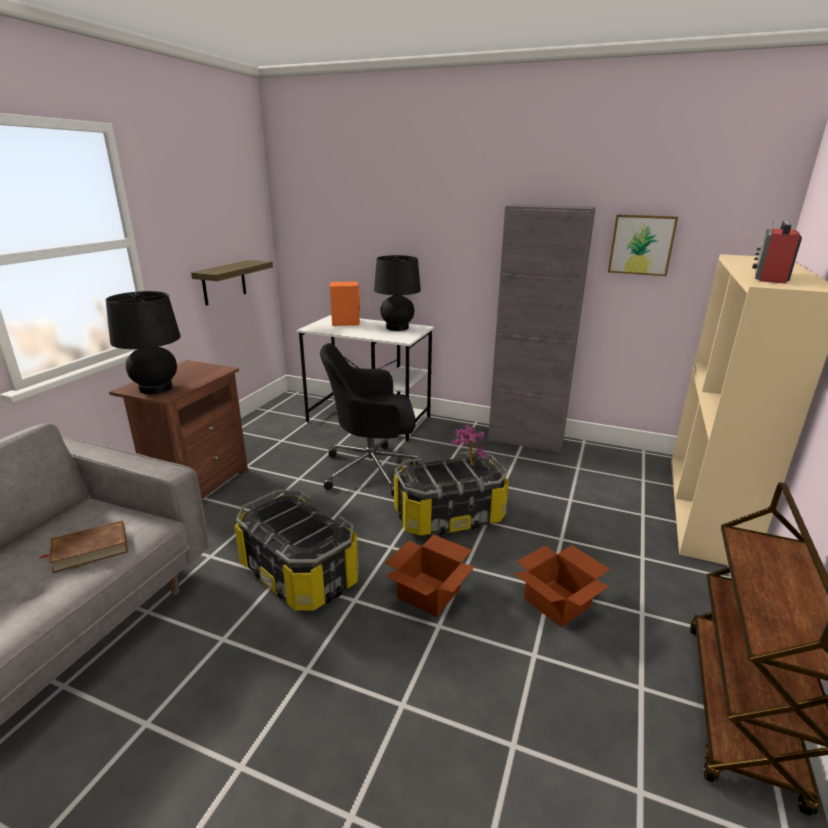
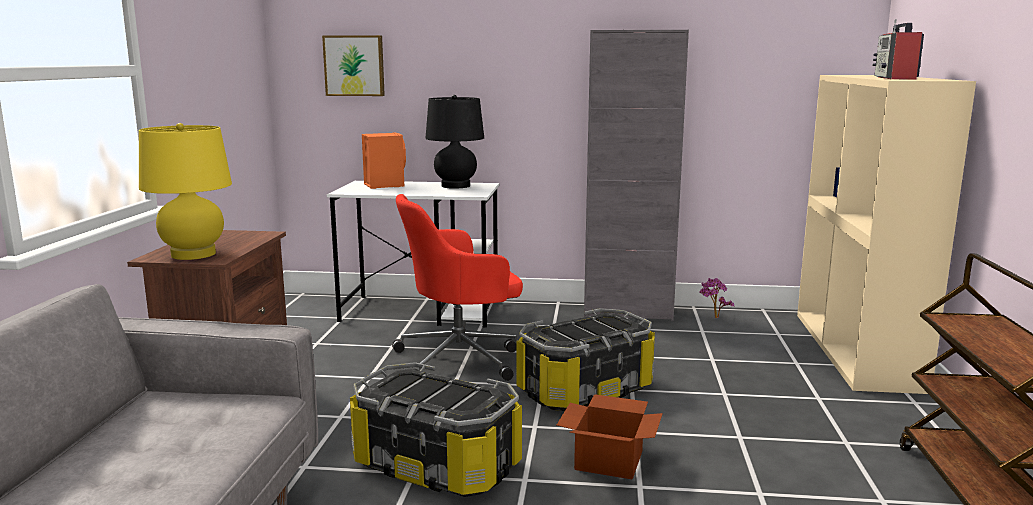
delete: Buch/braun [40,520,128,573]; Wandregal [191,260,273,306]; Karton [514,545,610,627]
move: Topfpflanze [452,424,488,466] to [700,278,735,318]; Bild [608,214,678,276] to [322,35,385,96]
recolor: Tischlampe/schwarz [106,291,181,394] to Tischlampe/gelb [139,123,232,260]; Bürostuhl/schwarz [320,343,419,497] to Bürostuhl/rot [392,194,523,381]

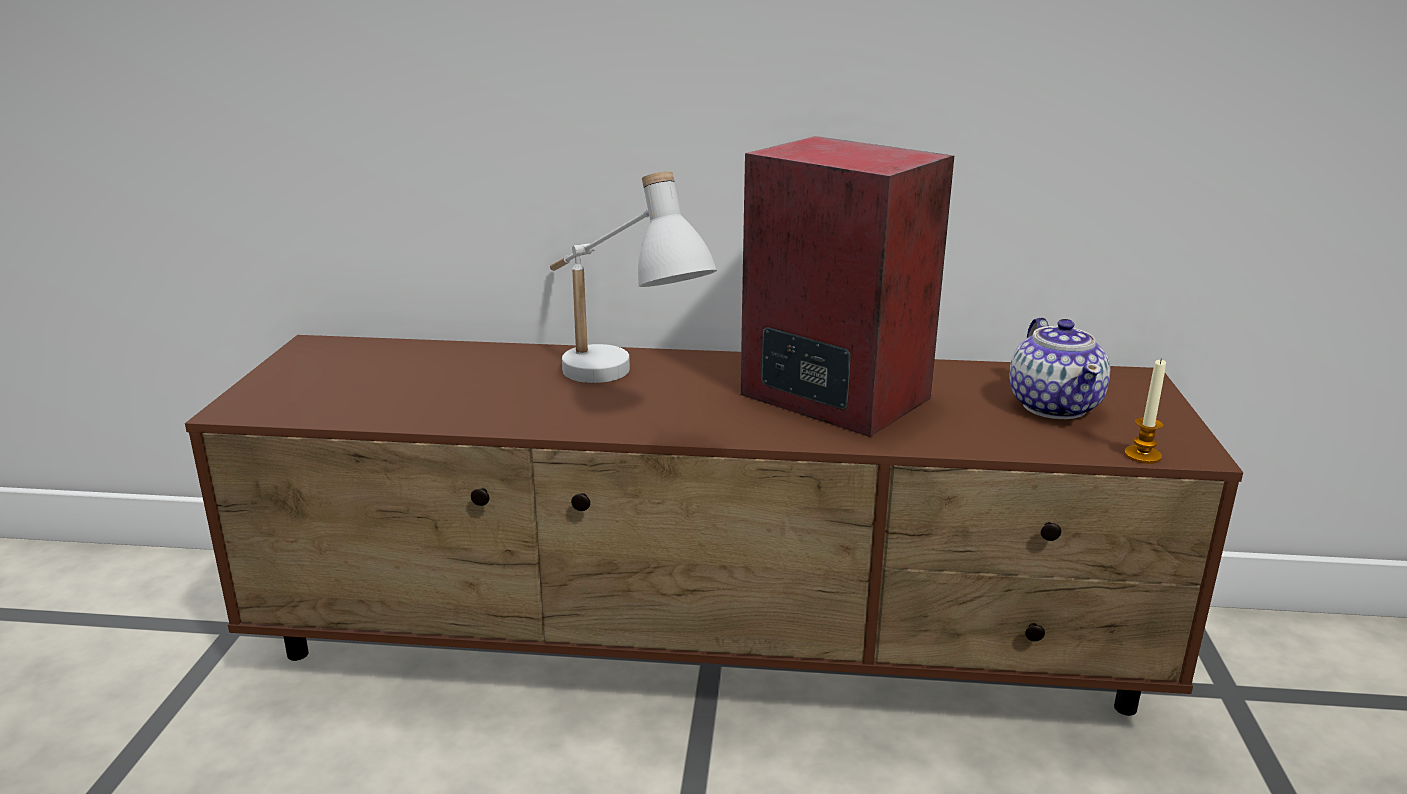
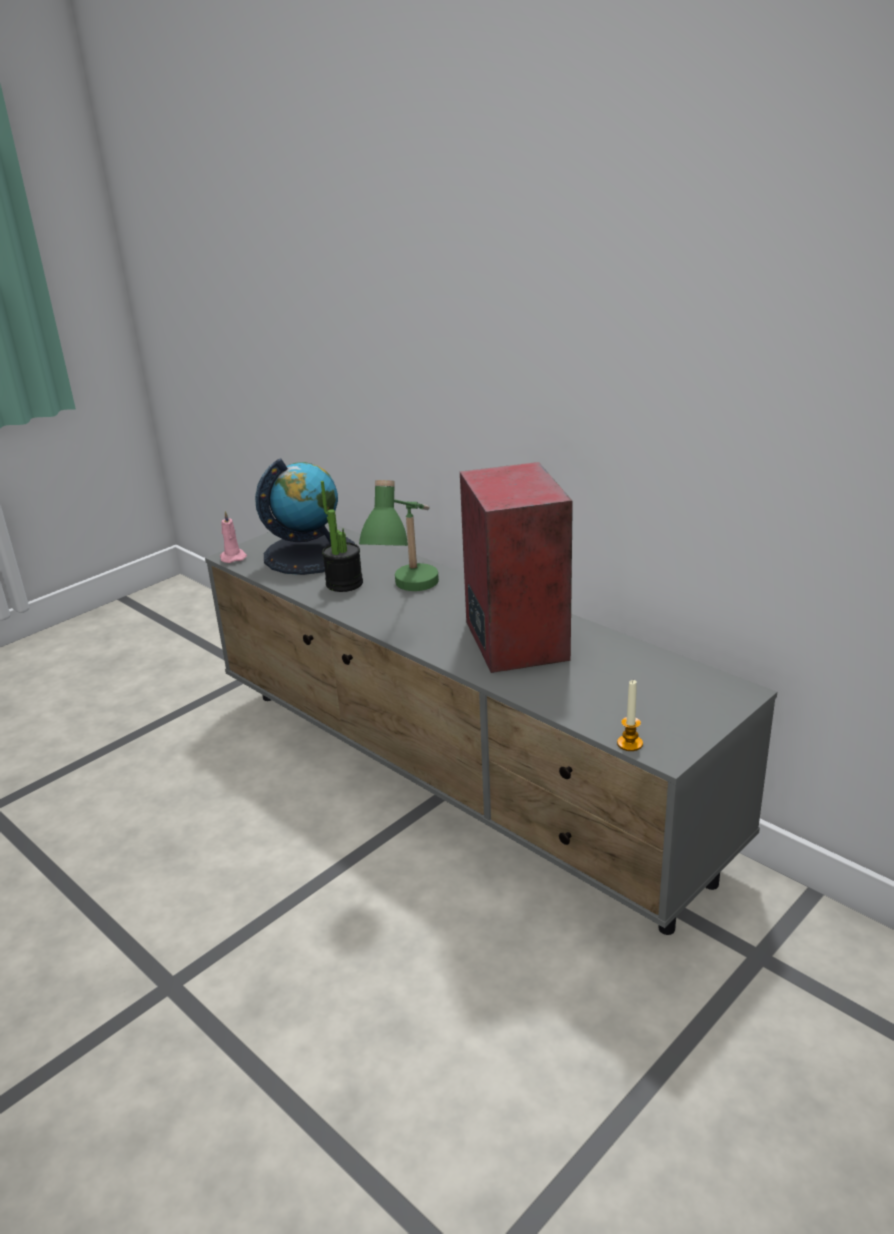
delete: Teekanne [1009,317,1110,419]
insert: Kerze/rosa [220,511,247,563]; Globus [255,458,355,575]; Topfpflanze [321,481,363,592]
recolor: Fernsehschrank/braun [185,335,1243,716] to Fernsehschrank/grau [205,523,777,935]; Tischlampe/weiß [550,171,717,383] to Tischlampe/grün [359,480,439,591]

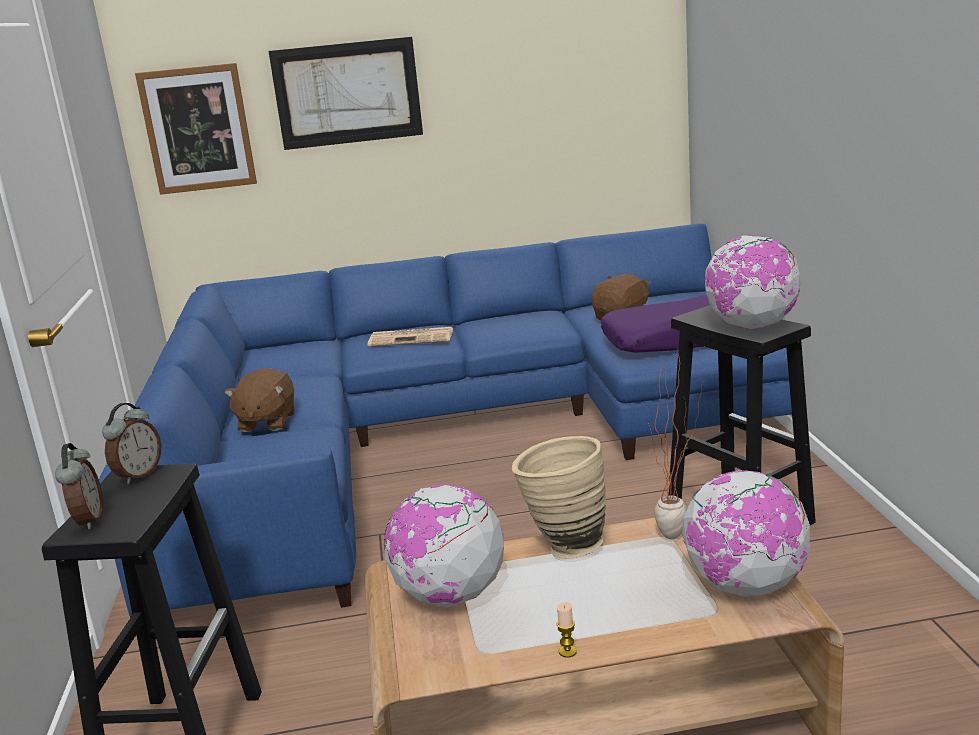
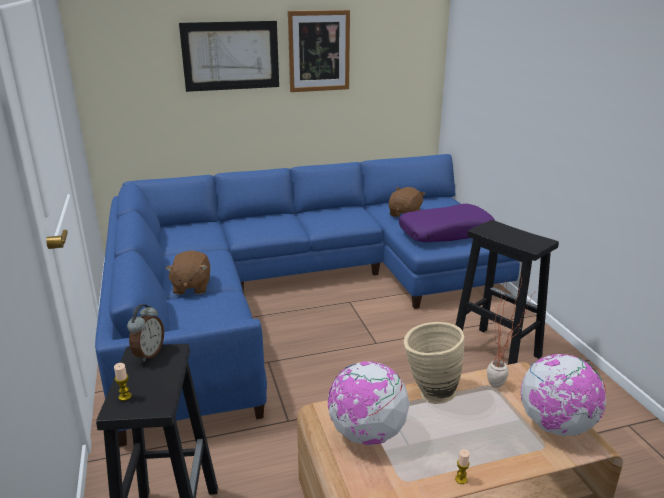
delete: Zeitung [368,327,453,347]; Globus [704,235,801,329]
move: Bild [135,63,257,195] to [288,10,350,92]
replace: Wecker [55,443,103,530] to Kerze [114,363,132,401]

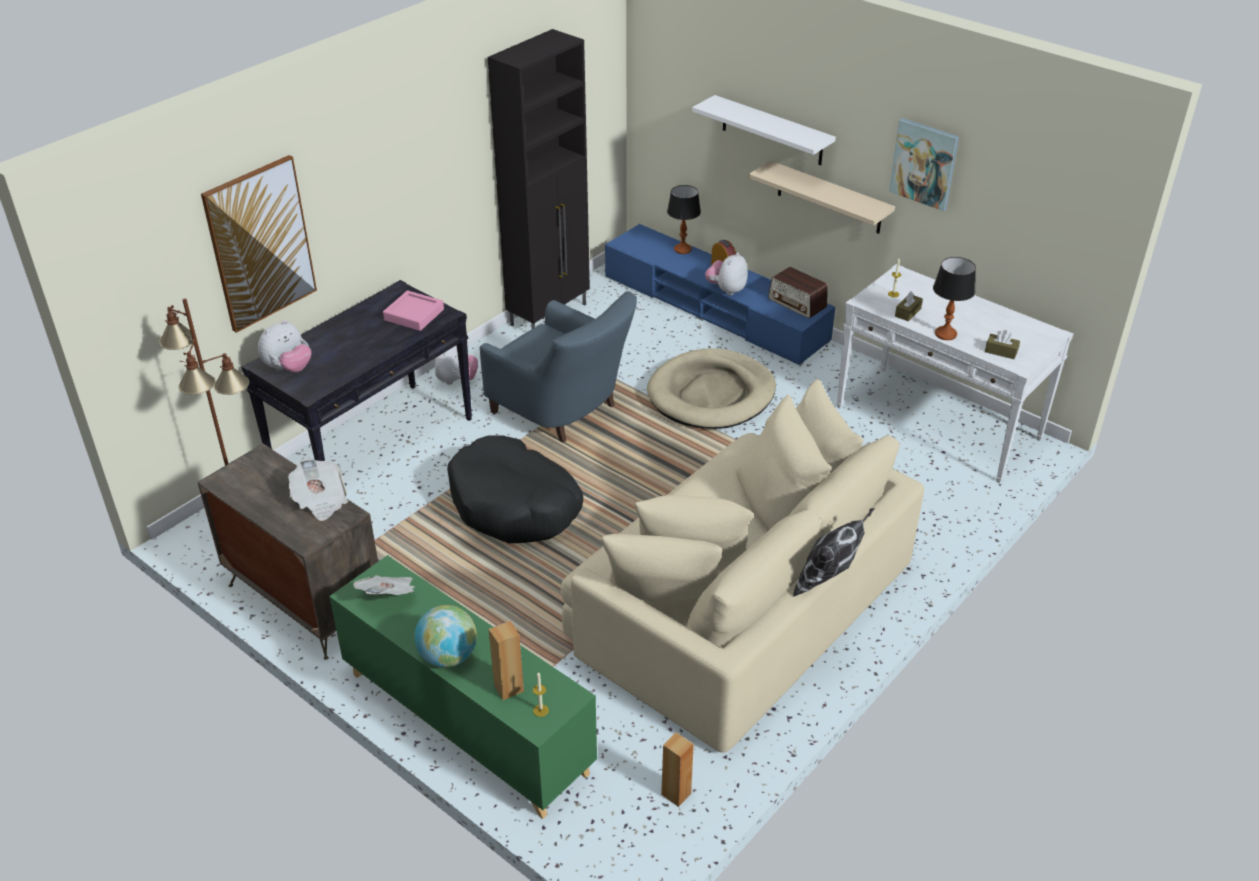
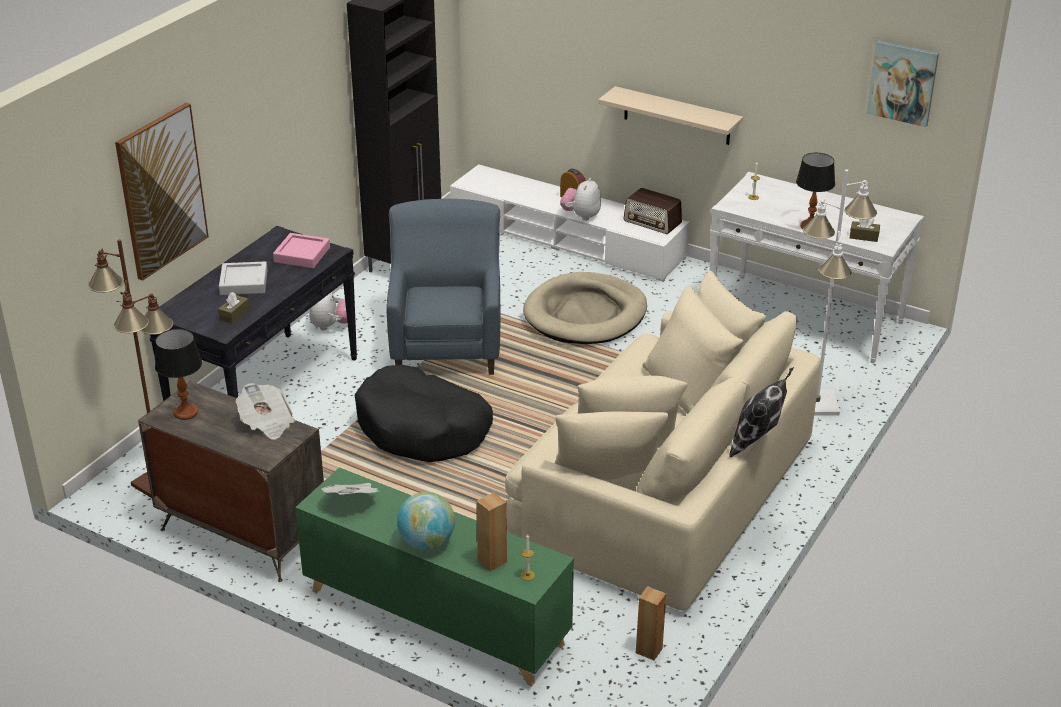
delete: Plüschtier [258,320,311,372]; Wandregal/weiß [692,95,836,165]
insert: Tablett/grau [219,261,268,295]; Stehlampe/weiß [803,170,877,416]
move: Tischlampe [667,185,701,254] to [155,329,202,420]; Bild [889,118,959,211] to [866,40,939,127]; Taschentuchbox/braun [895,291,923,321] to [218,292,250,324]
recolor: Fernsehschrank/blau [605,224,835,365] to Fernsehschrank/weiß [450,164,689,281]
rotate: Sessel/blau [480,291,637,443] = [386,199,500,375] 120 degrees counterclockwise

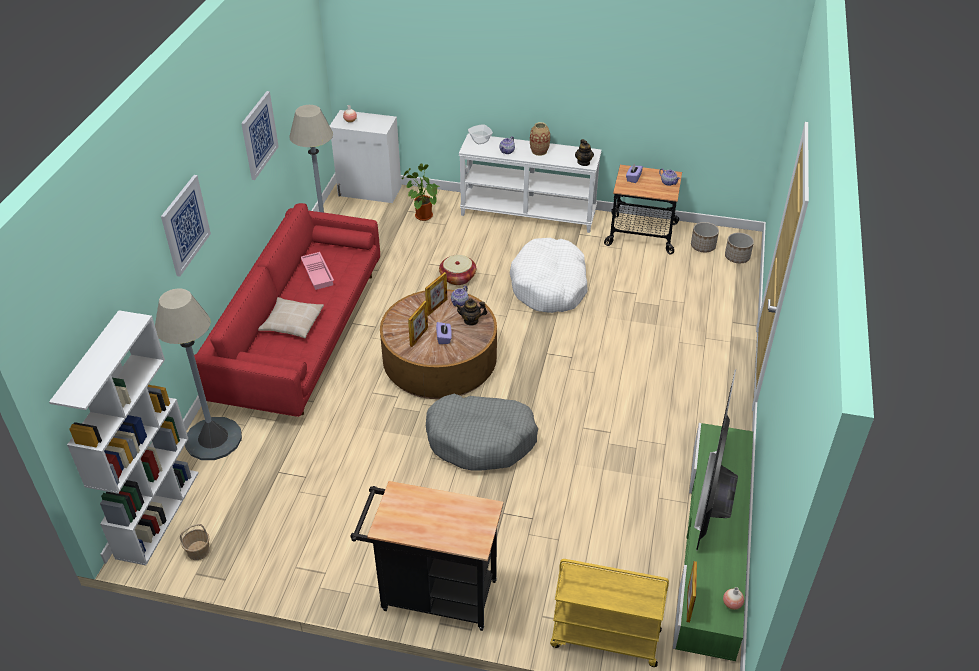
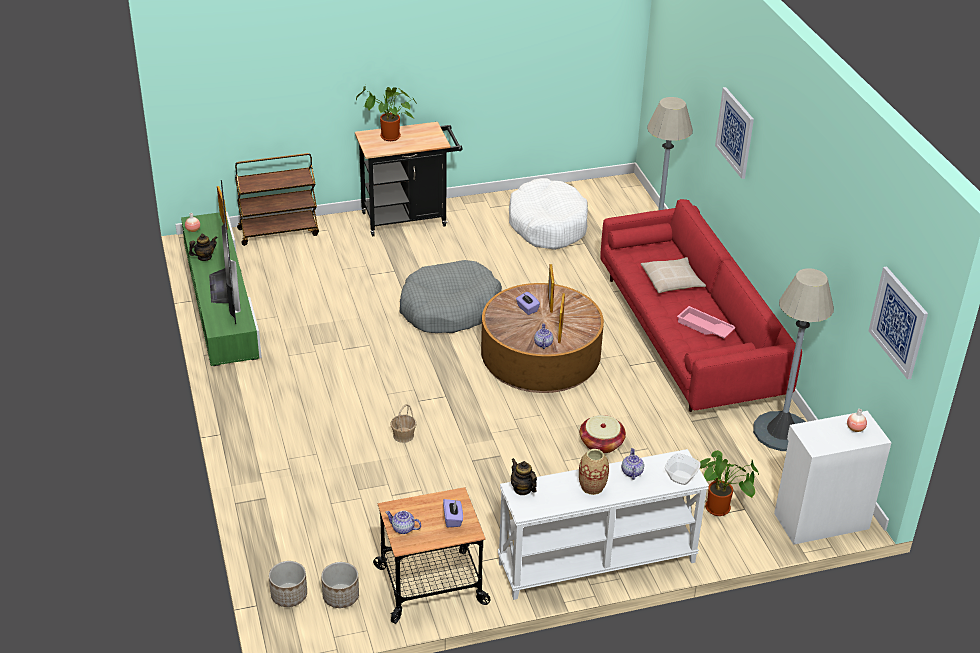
delete: Bücherregal/weiß [49,310,199,565]
insert: Topfpflanze [356,85,417,141]
move: Korb [180,524,210,560] to [390,404,417,443]; Bild [241,91,279,180] to [869,266,928,380]; Teekanne [455,298,487,326] to [189,234,218,261]; Hundebett/weiß [510,238,588,313] to [509,178,588,250]
recolor: Rollwagen/gelb [550,559,669,667] to Rollwagen/braun [235,153,319,246]

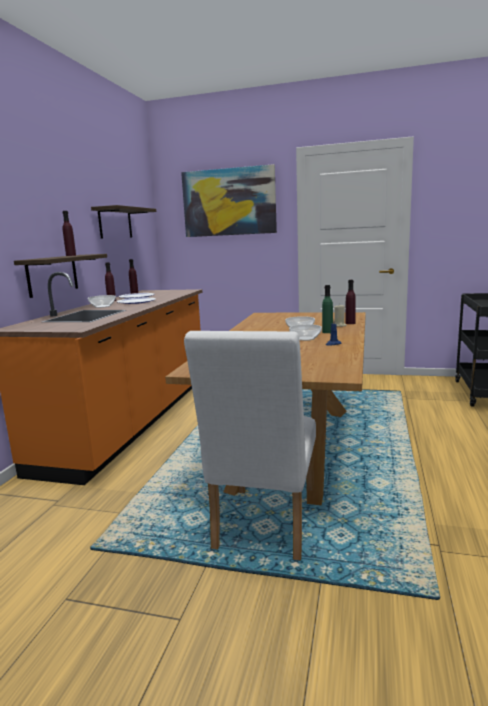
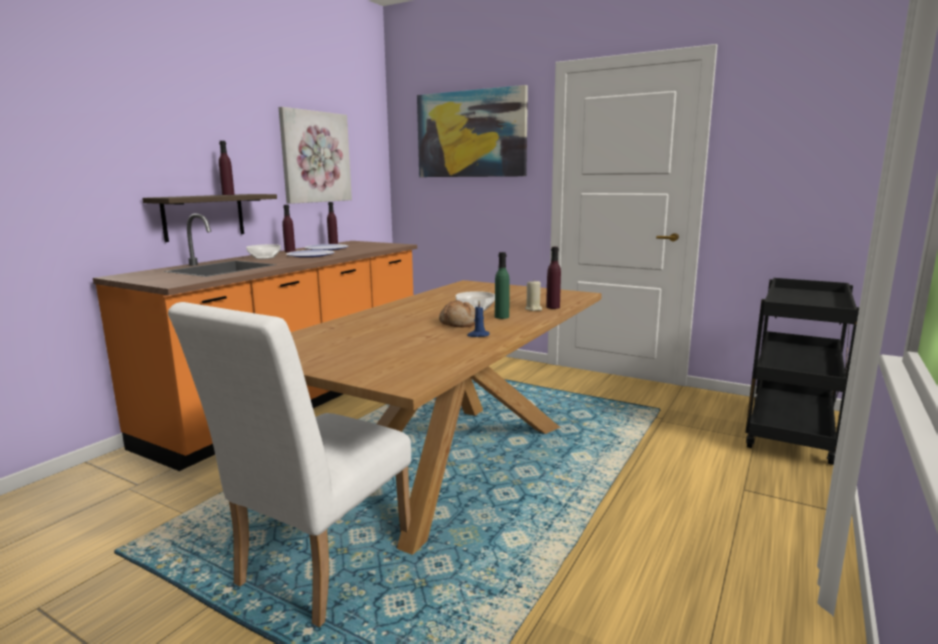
replace: Wandregal [91,205,156,238] to Bild [278,107,352,204]; Schüssel [289,324,322,341] to Brot [439,300,475,327]

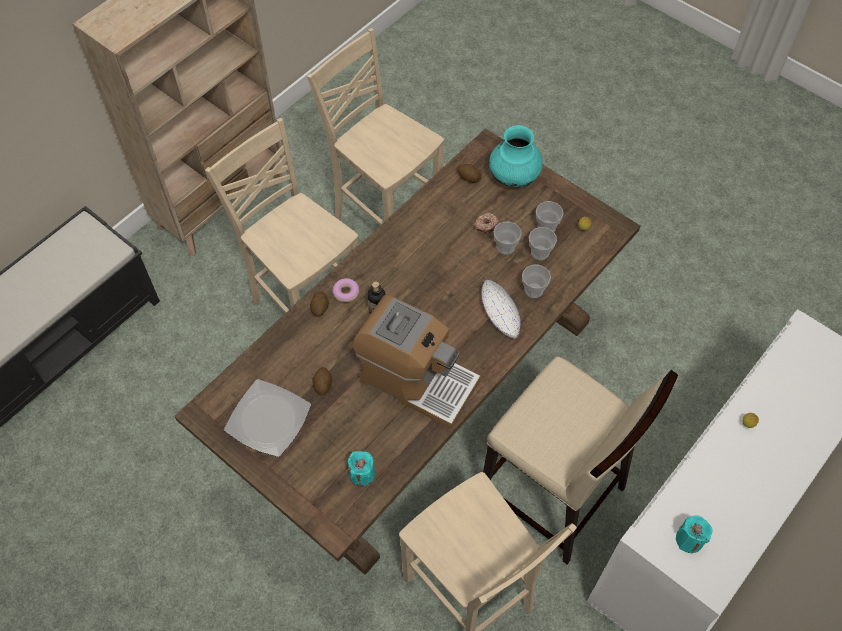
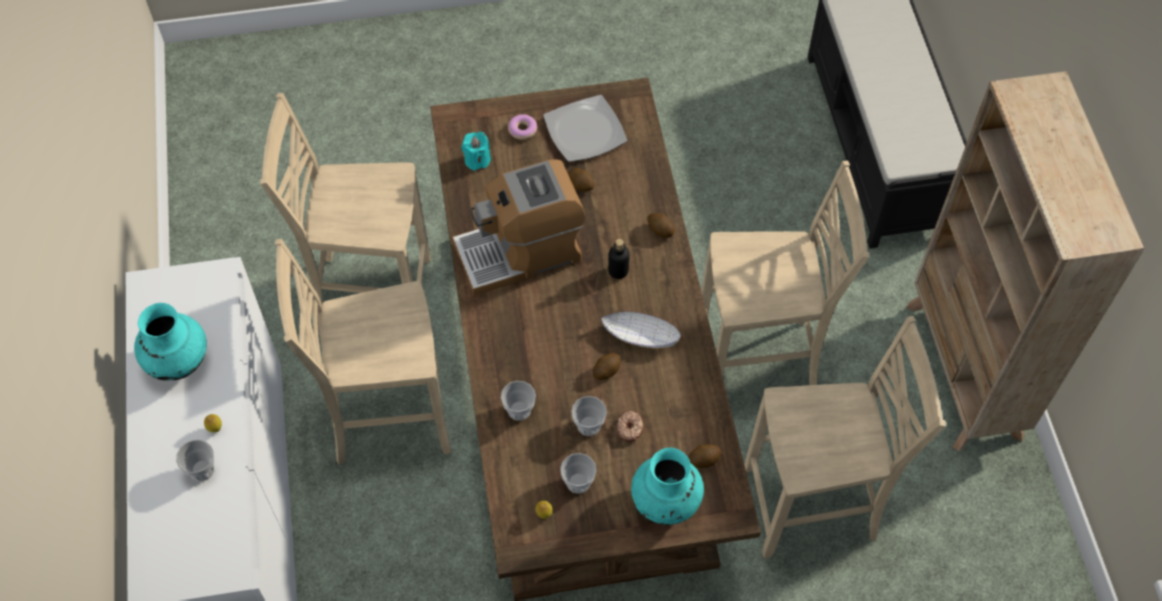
delete: Kerze/türkis [676,515,713,553]
insert: Vase/türkis [134,303,207,380]; Kartoffel [593,353,621,380]
move: Donut [332,278,360,303] to [508,114,537,140]; Schüssel/weiß [481,279,521,339] to [601,312,681,348]; Tasse [529,227,557,260] to [176,440,215,481]
replace: Hocker/beige [483,356,678,564] to Stuhl/beige [275,239,451,464]

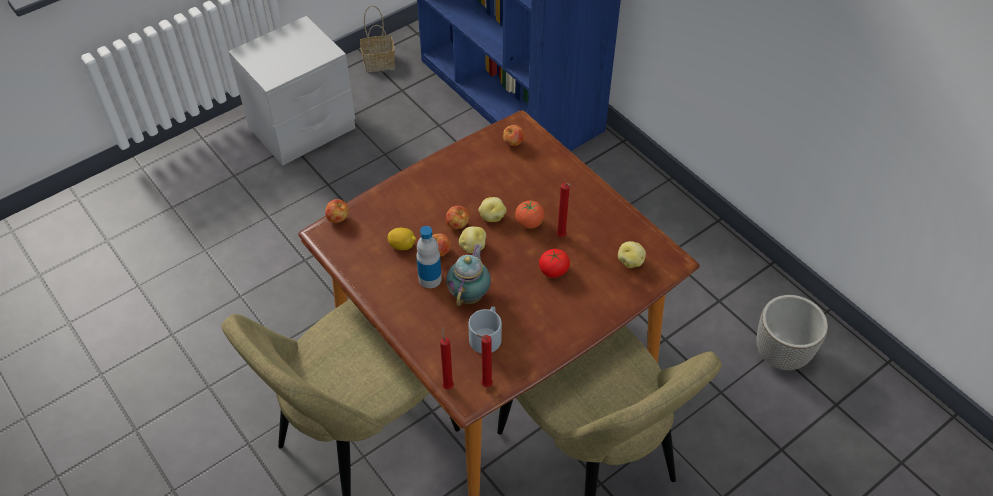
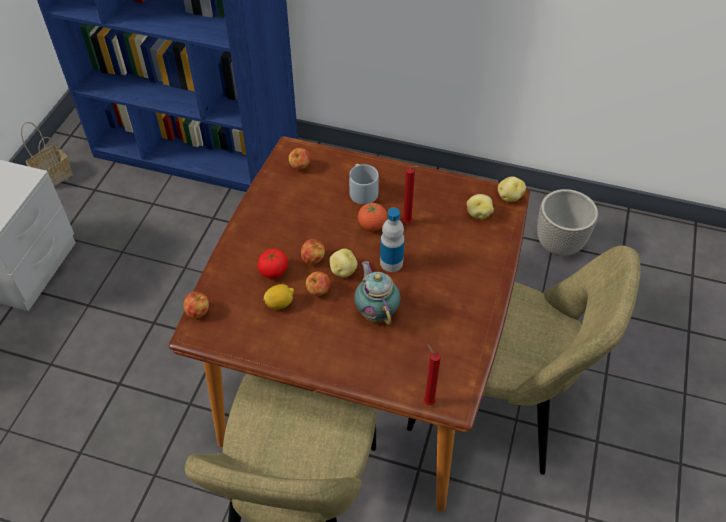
delete: Kerze/rot [476,335,493,387]
move: Flasche [416,226,442,288] to [380,208,405,272]; Henkelbecher/grau [468,306,502,353] to [349,164,379,205]; Kartoffel [478,197,507,222] to [498,176,526,202]; Tomate [539,249,570,278] to [258,249,288,279]

